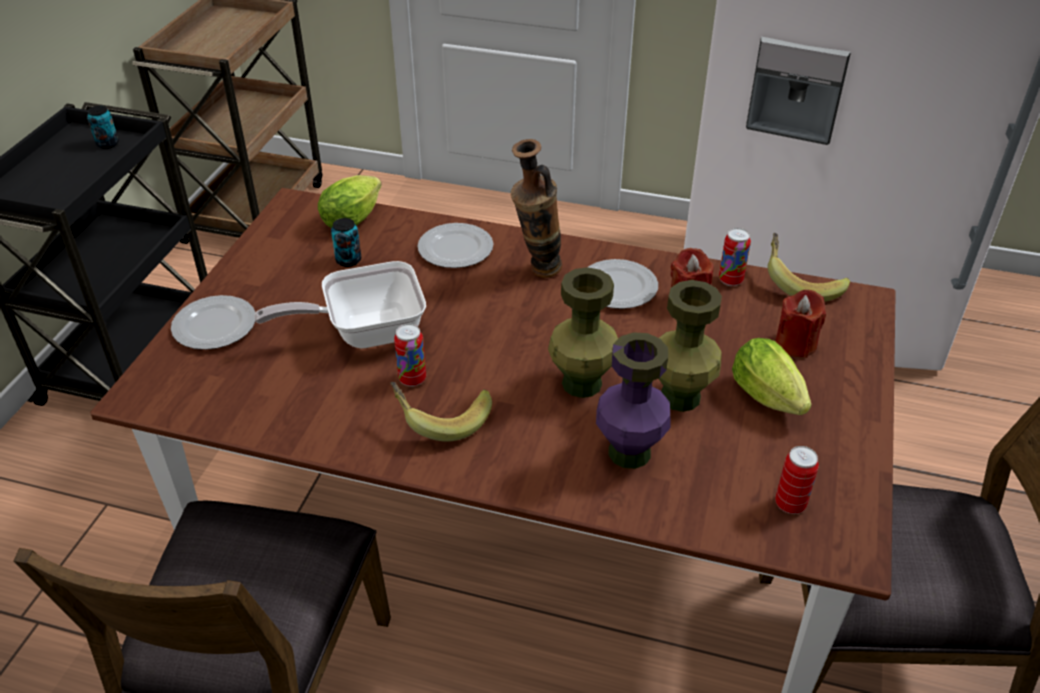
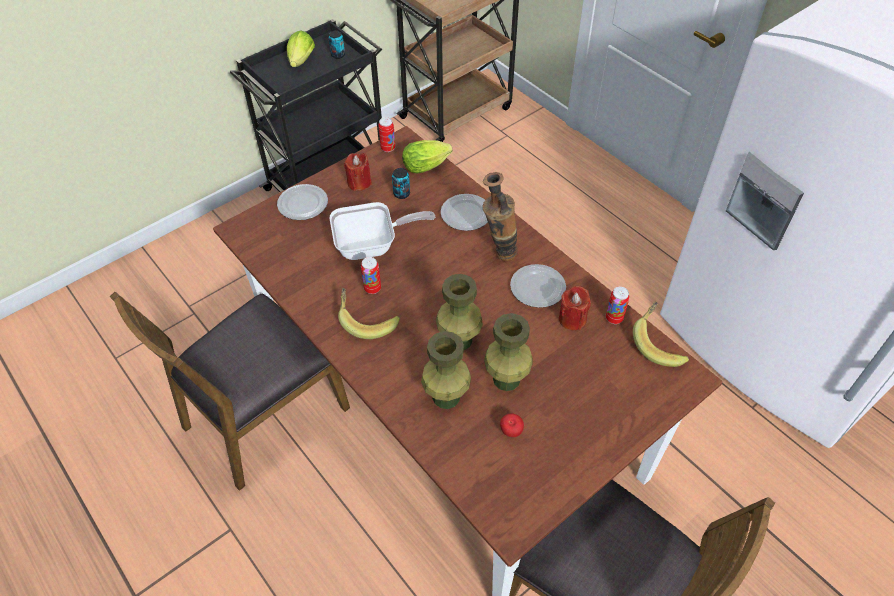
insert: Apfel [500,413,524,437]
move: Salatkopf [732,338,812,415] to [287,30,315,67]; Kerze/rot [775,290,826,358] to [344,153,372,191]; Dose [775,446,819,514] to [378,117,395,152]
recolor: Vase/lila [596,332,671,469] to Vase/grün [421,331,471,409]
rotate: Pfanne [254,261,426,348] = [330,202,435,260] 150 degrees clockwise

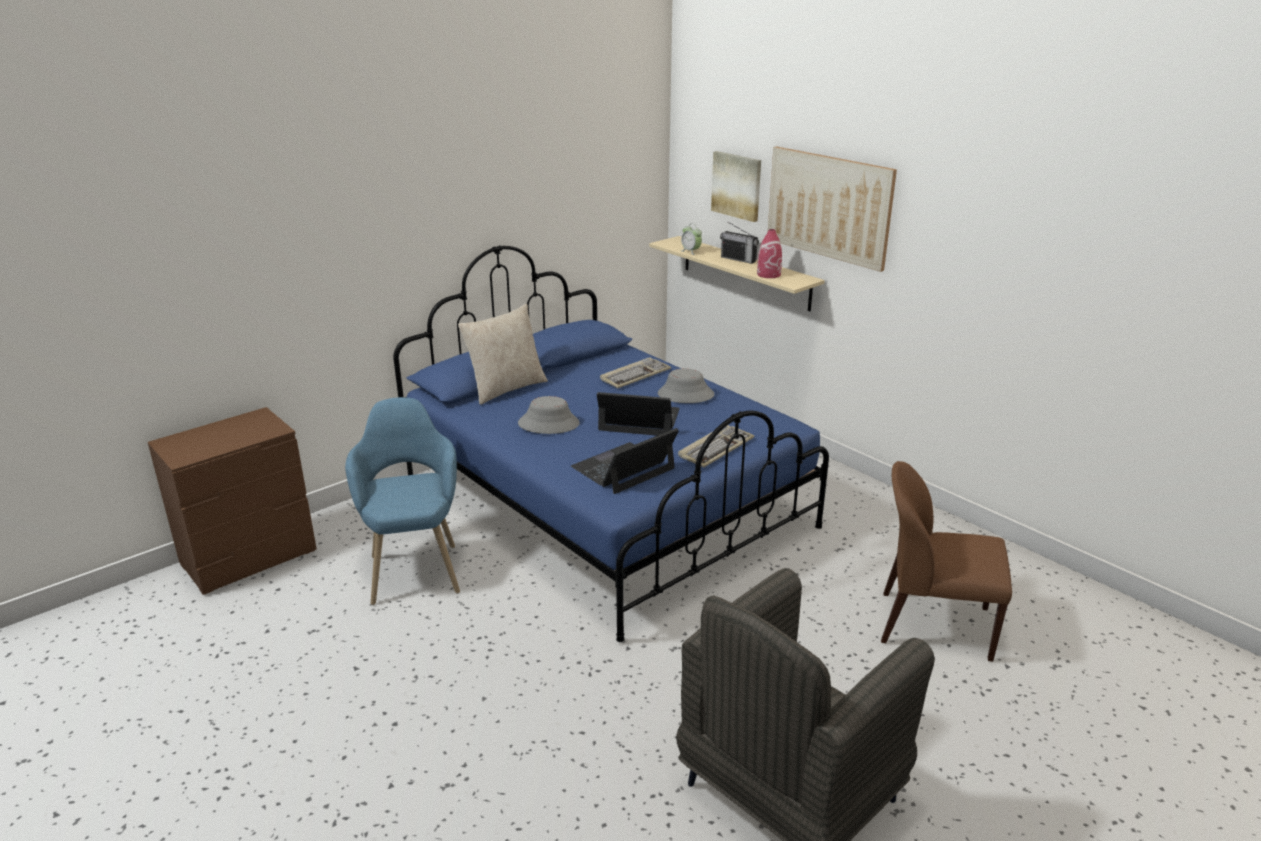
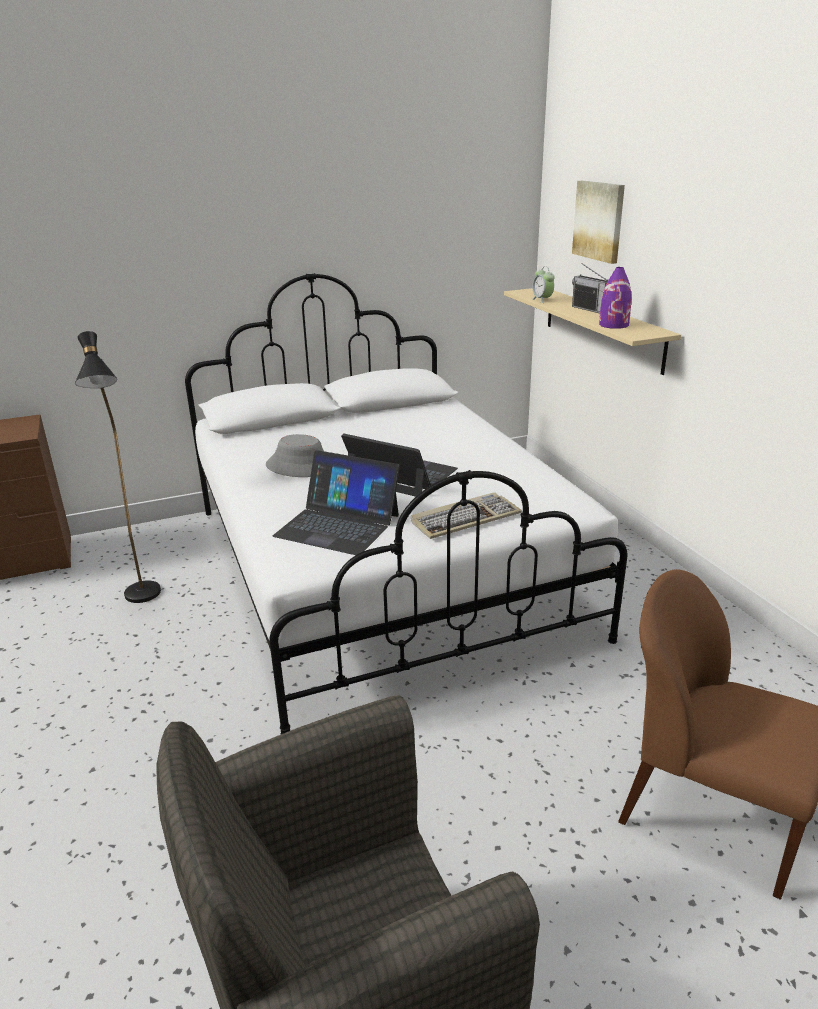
delete: Kissen/beige [458,304,548,405]; Tastatur [600,357,671,388]; Hut/grau [658,369,715,403]; Bild [768,147,897,272]
replace: Sessel/blau [345,397,460,605] to Stehlampe/schwarz [75,331,161,603]
recolor: Bett/blau [393,245,829,642] to Bett/weiß [185,273,627,734]; Vase/rot [757,229,782,278] to Vase/lila [599,267,631,329]
rotate: Laptop [571,428,679,494] = [273,450,400,555] 135 degrees counterclockwise

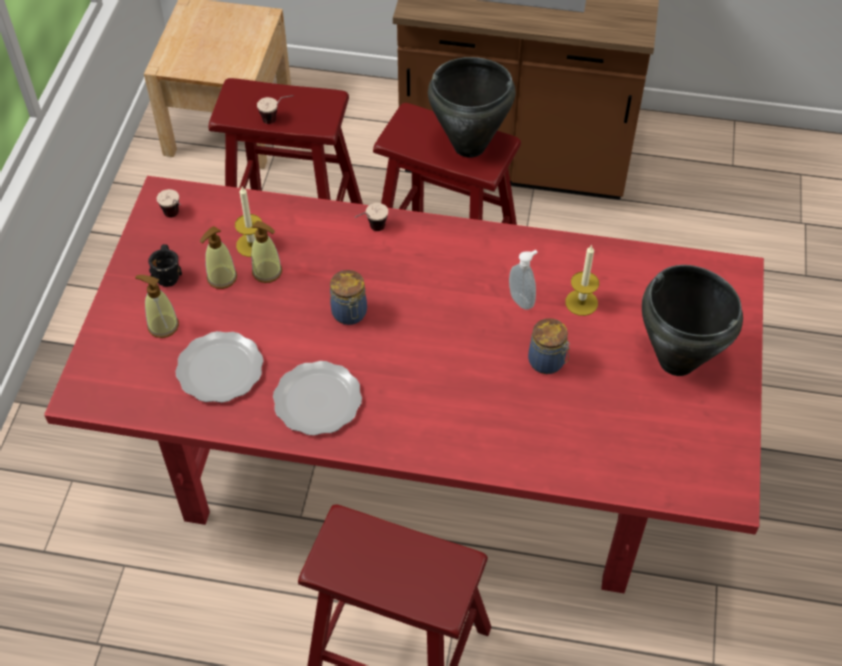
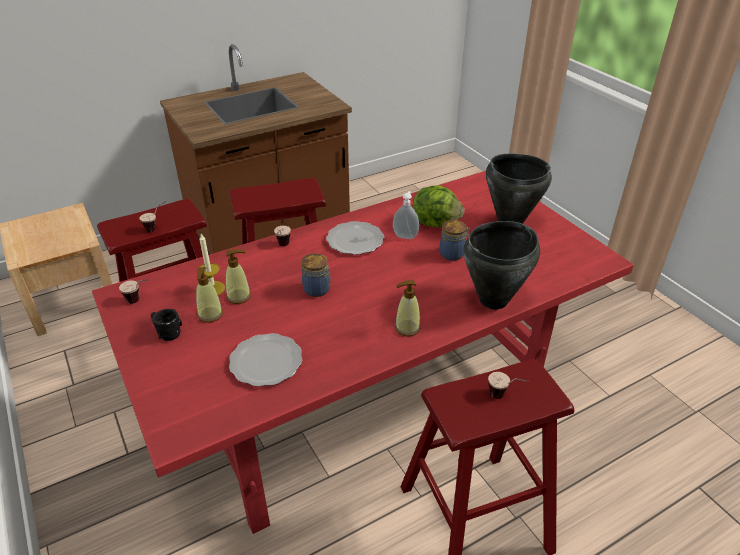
insert: Tasse [488,372,529,399]
move: Seifenspender [135,275,179,338] to [395,280,420,336]; Teller [273,361,362,436] to [326,221,384,255]; Kochtopf/schwarz [428,57,516,158] to [463,221,540,309]
replace: Kerze [565,244,599,316] to Salatkopf [413,185,464,227]

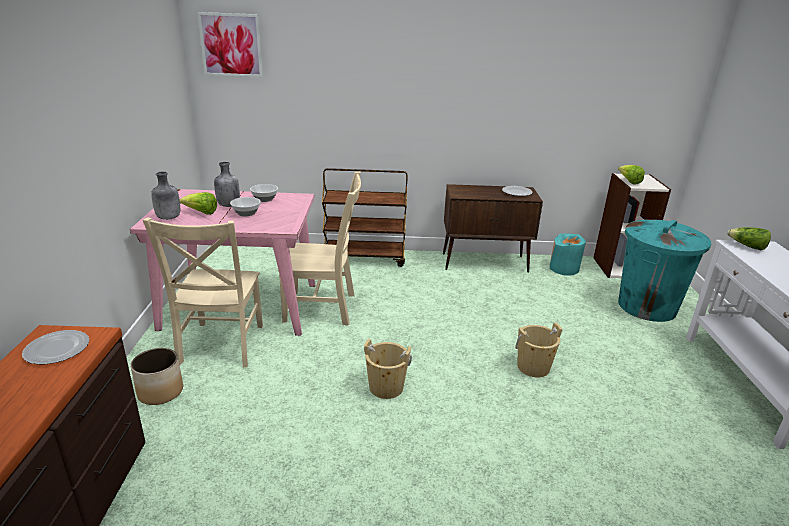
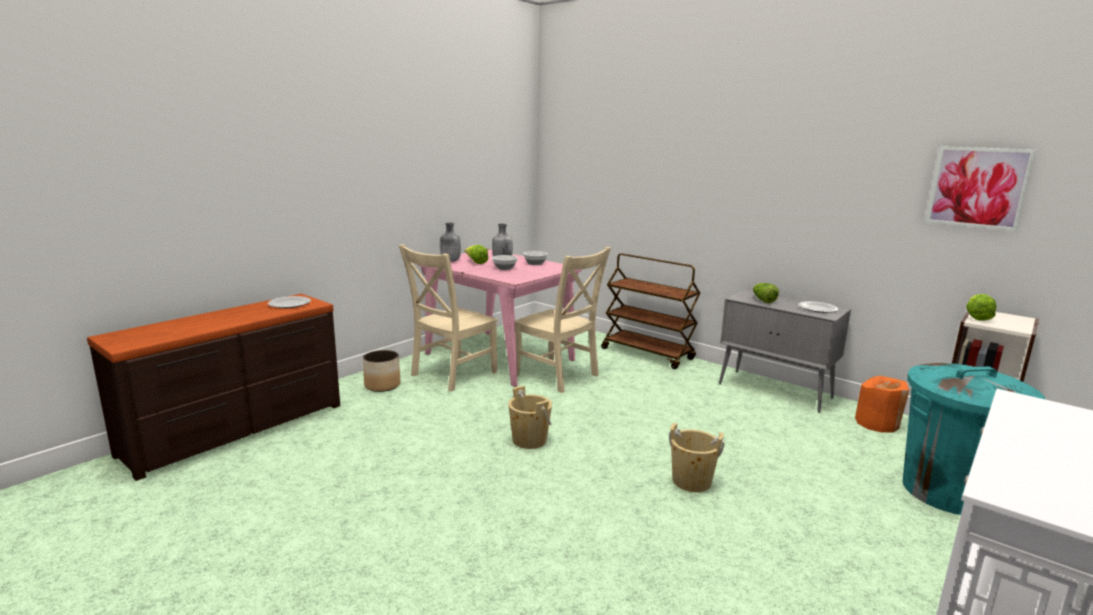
move: Bild [197,12,263,77] to [926,146,1036,231]; Salatkopf [727,227,771,250] to [753,283,779,303]
recolor: Schrank/braun [443,184,543,273] to Schrank/grau [719,290,851,413]; Vase/türkis [550,233,586,276] to Vase/orange [855,376,909,432]

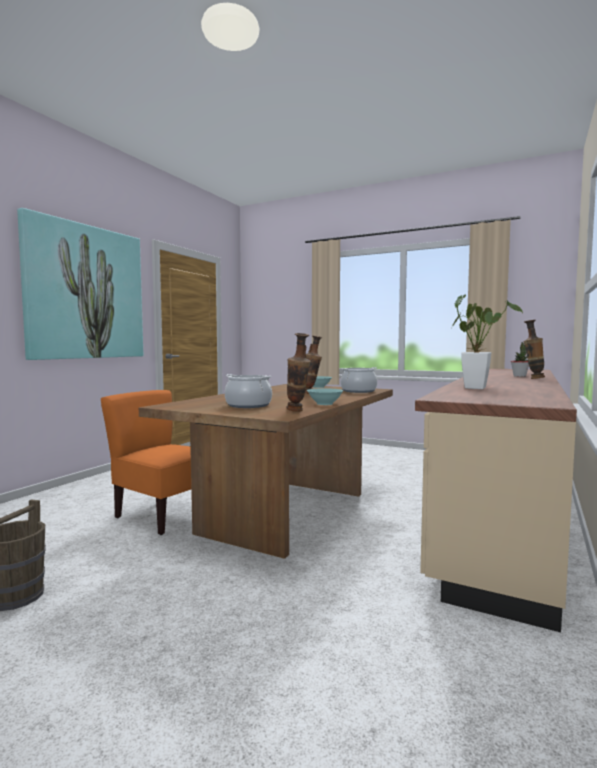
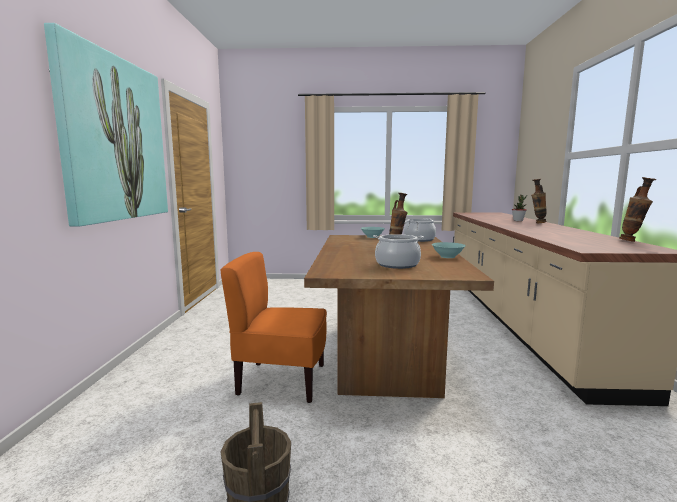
delete: Topfpflanze [452,295,523,389]
move: Vase [286,333,311,412] to [619,177,656,242]

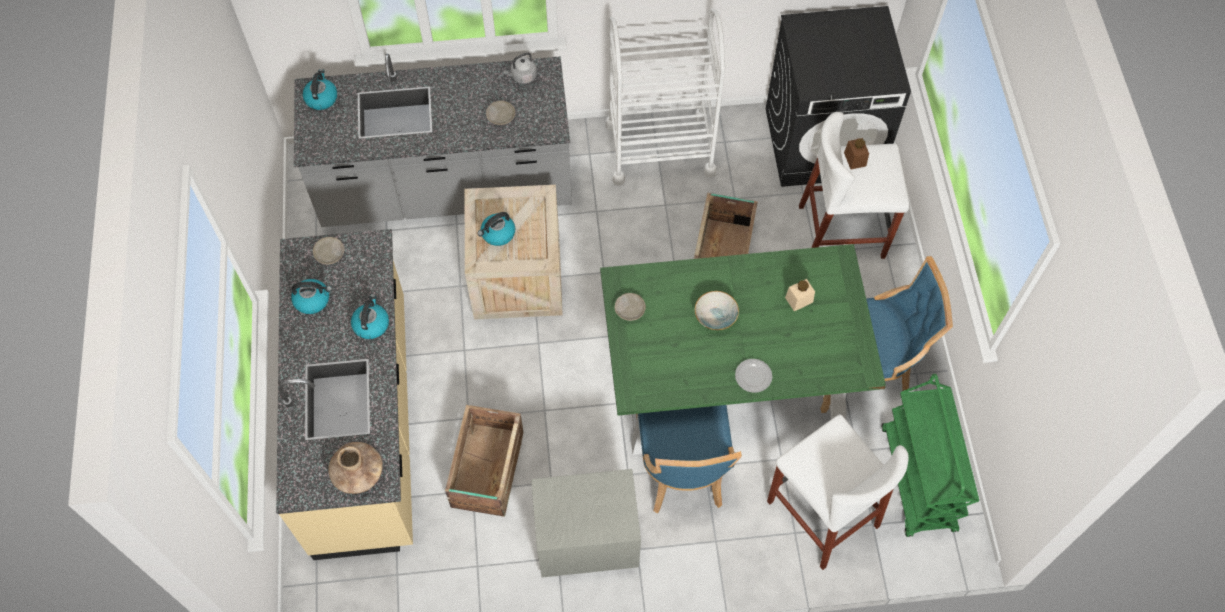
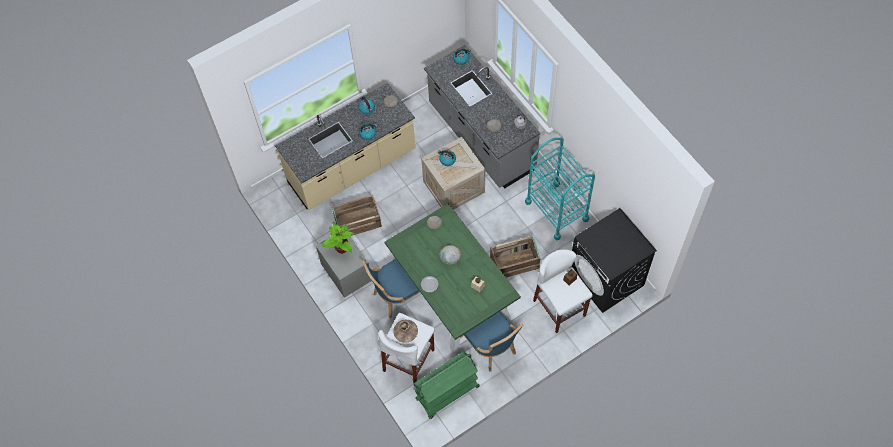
insert: Topfpflanze [321,222,354,254]
move: Vase/braun [328,442,383,494] to [393,320,418,343]
recolor: Rollwagen/weiß [605,8,725,186] to Rollwagen/türkis [525,138,595,240]

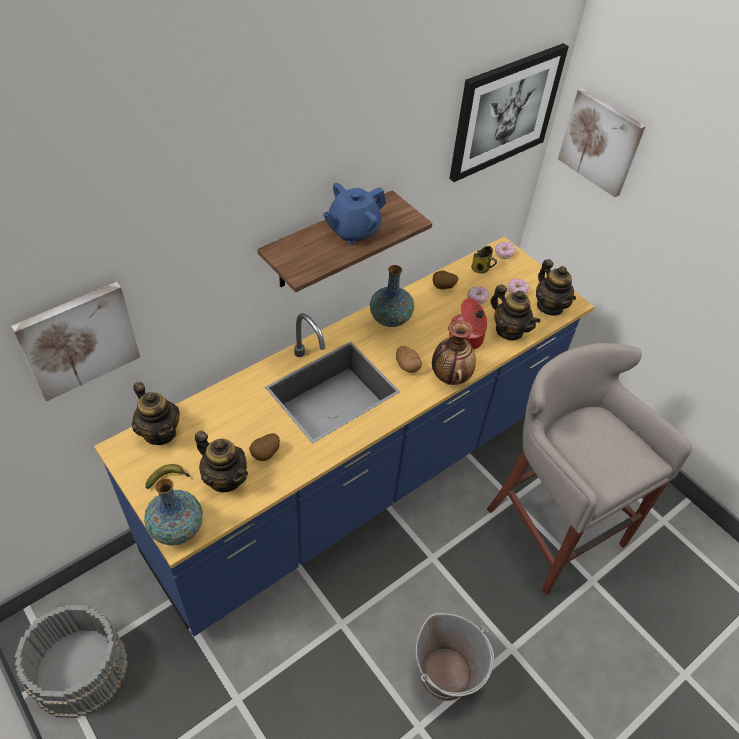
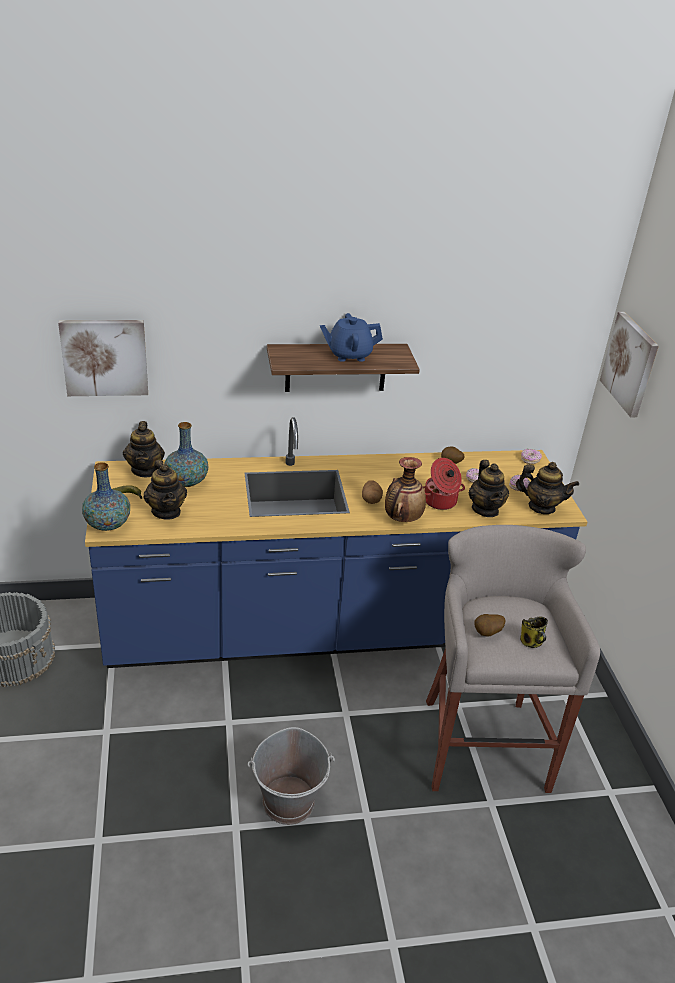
delete: Bild [449,43,569,182]
move: Kartoffel [249,433,280,461] to [474,614,506,636]; Vase [370,265,414,327] to [165,422,208,487]; Henkelbecher [471,246,497,274] to [520,616,548,648]
rotate: Teekanne [536,259,576,316] = [516,462,579,514] 75 degrees counterclockwise

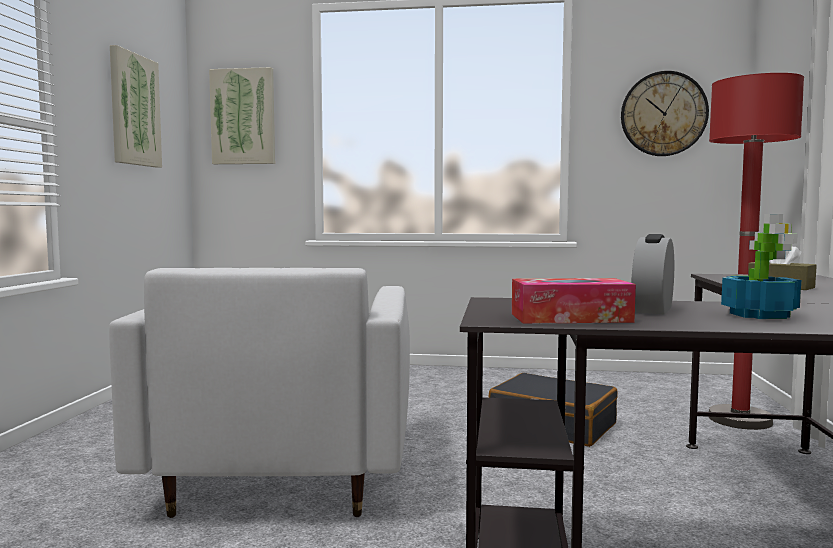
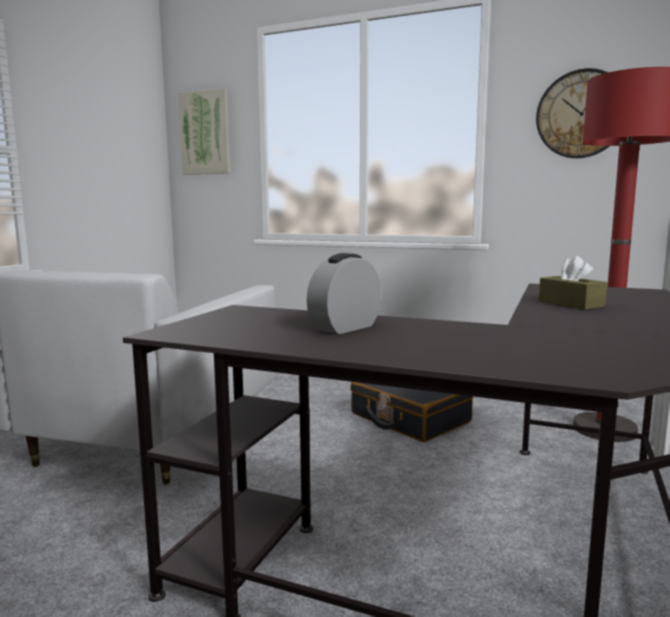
delete: Bild [110,45,162,168]; Taschentuchbox [512,278,636,324]; Topfpflanze [721,214,801,319]

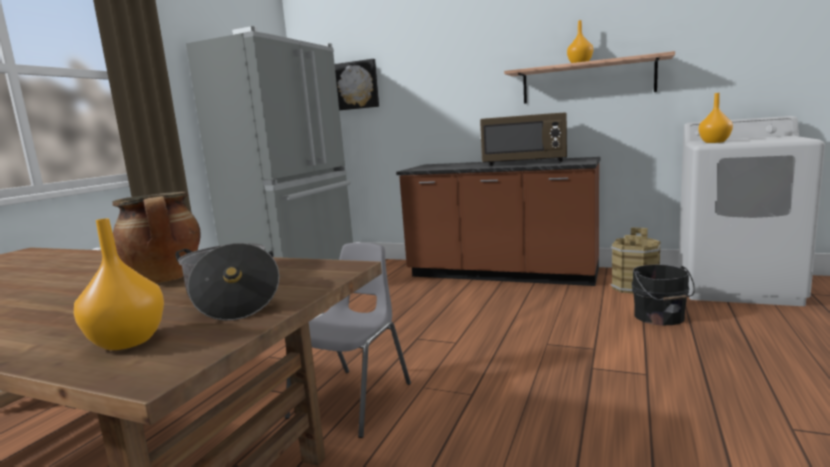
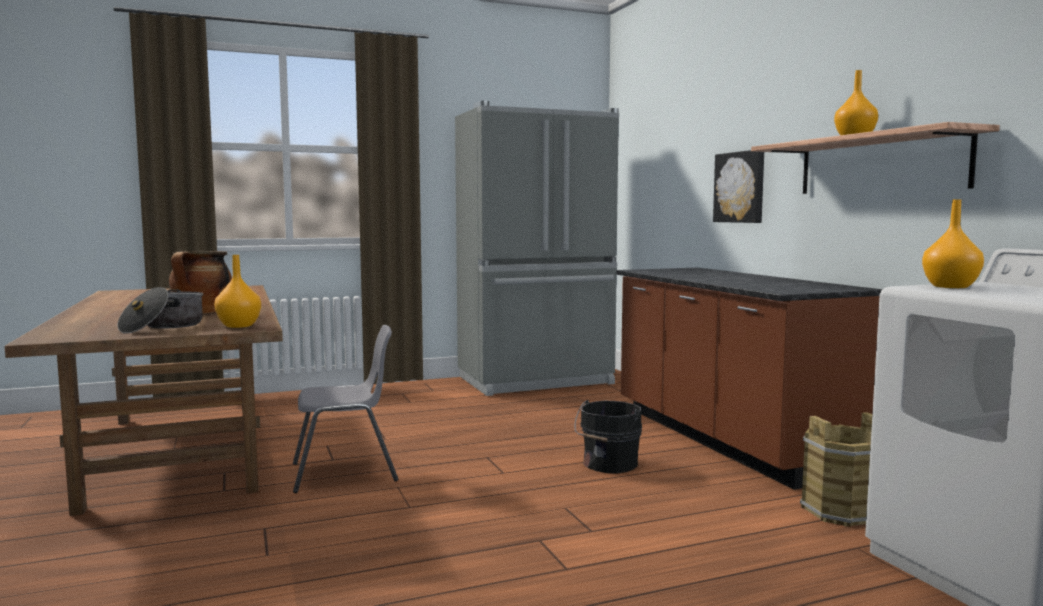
delete: Mikrowelle/braun [480,113,567,166]
move: Vase/orange [74,218,164,350] to [214,255,261,328]; Bild [335,59,379,110] to [713,150,764,223]; Eimer/schwarz [632,265,695,325] to [575,400,642,474]

